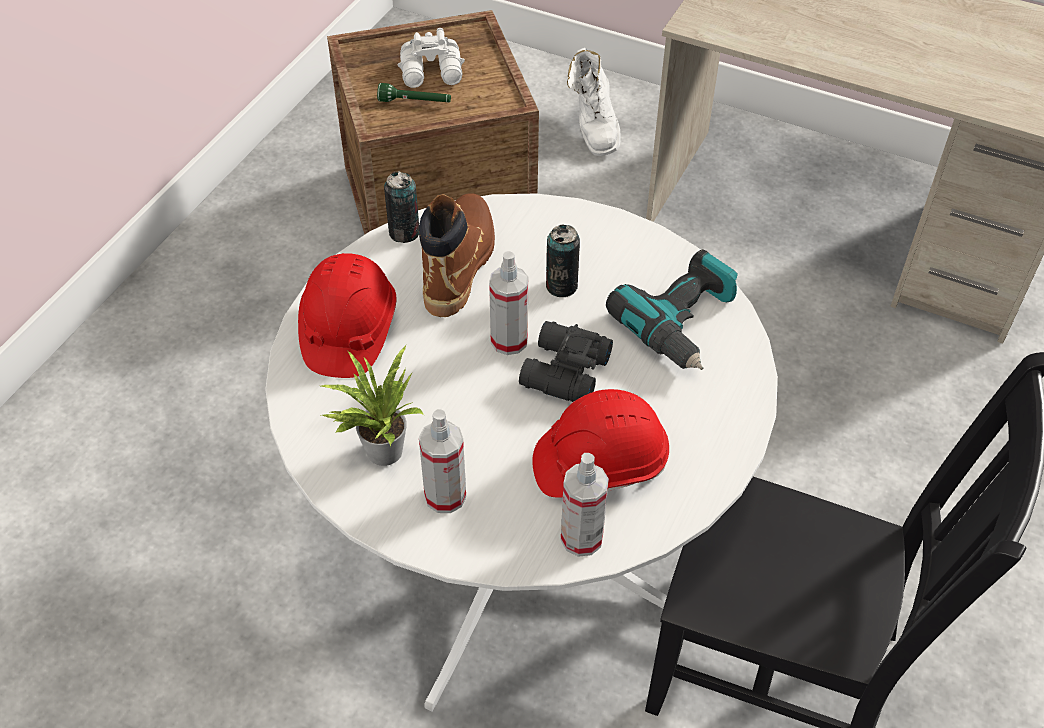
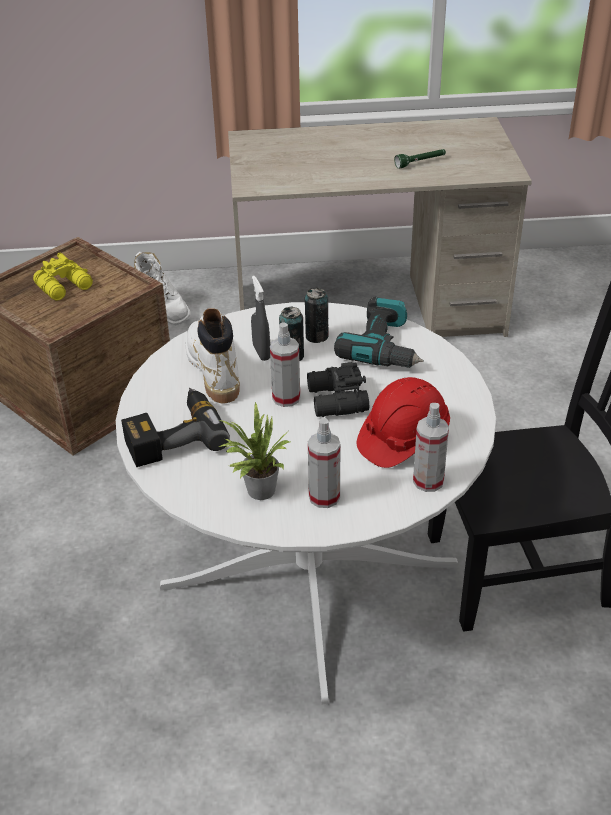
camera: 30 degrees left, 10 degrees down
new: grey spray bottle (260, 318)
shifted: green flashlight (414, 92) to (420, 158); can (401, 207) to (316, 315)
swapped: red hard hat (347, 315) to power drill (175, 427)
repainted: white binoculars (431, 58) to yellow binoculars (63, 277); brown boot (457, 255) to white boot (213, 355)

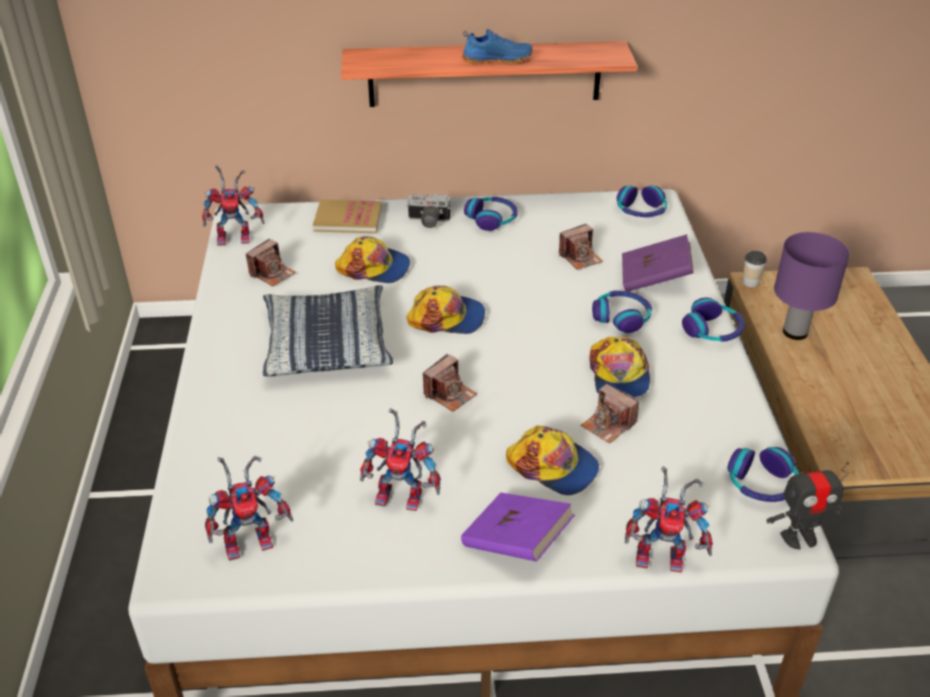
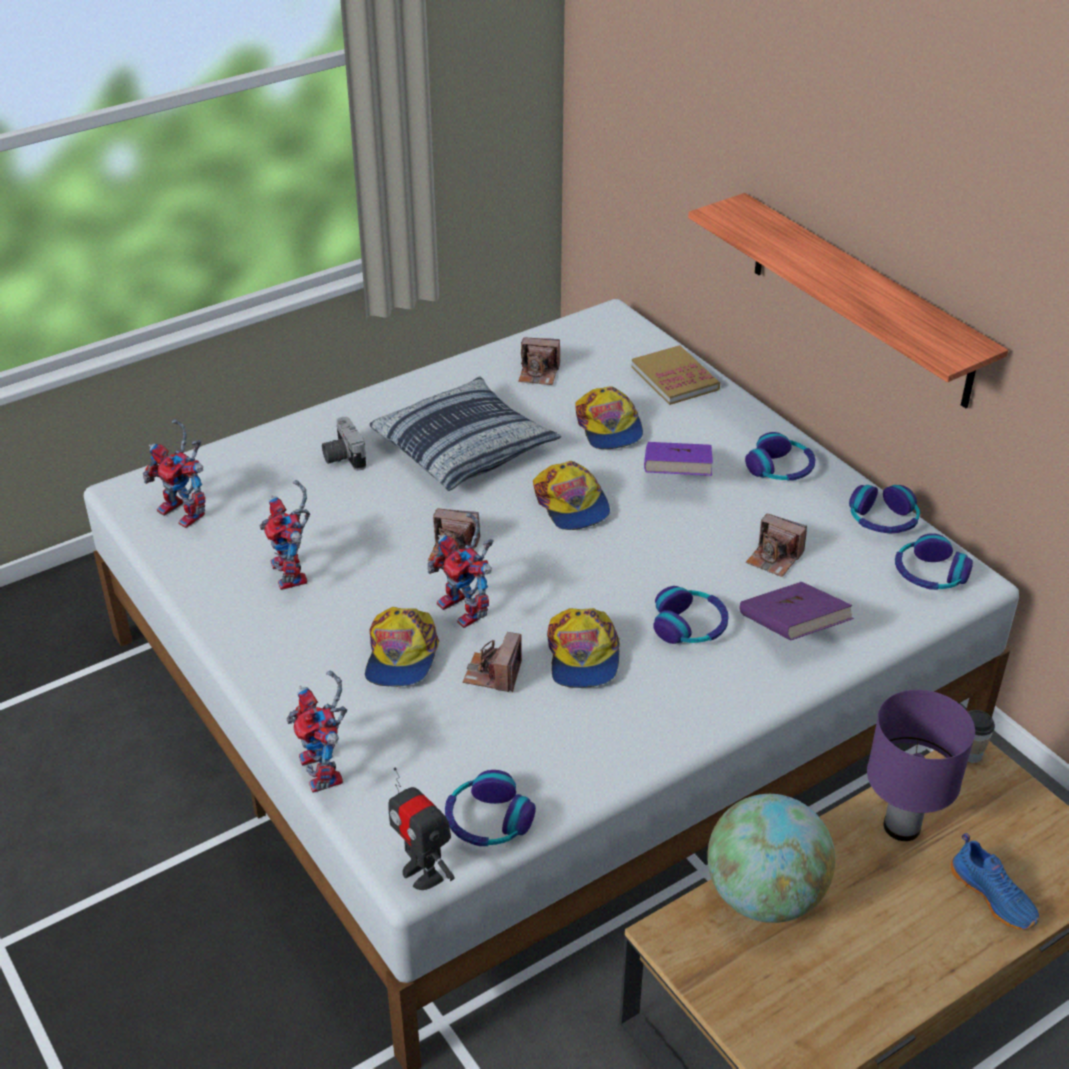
camera: 60 degrees right, 0 degrees up
new: globe (771, 858)
shifted: toy robot (233, 205) to (460, 570); photo camera (428, 211) to (344, 444); purple book (518, 527) to (678, 459); blue shoe (497, 46) to (994, 881); headphones (713, 320) to (884, 509)
rotated: cap (619, 367) = (583, 648) 60 degrees counterclockwise

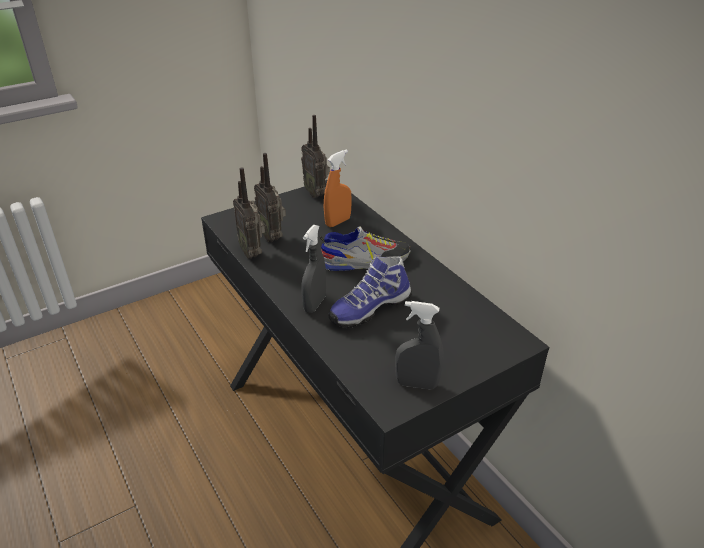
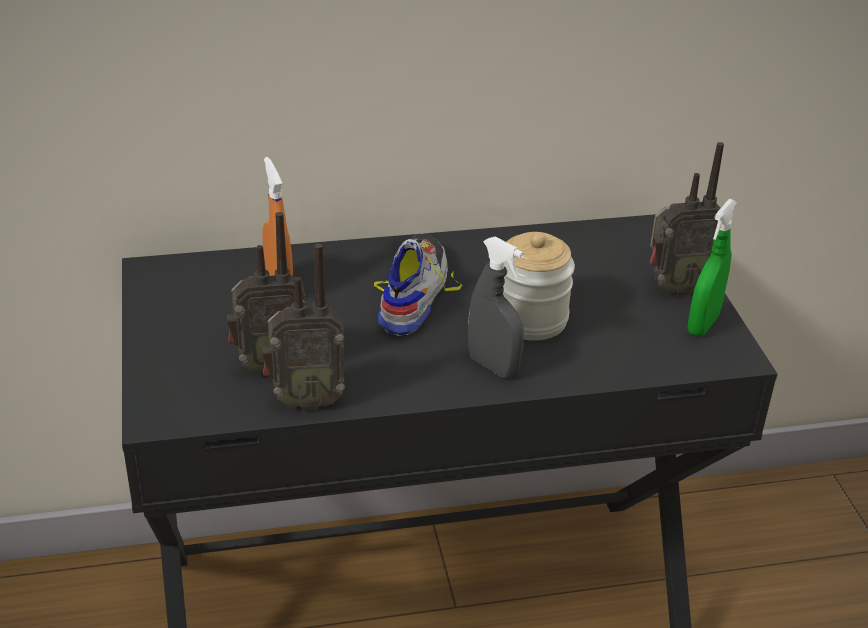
camera: 70 degrees left, 0 degrees up
shifted: radio (315, 156) to (687, 219)
swapped: shoe (370, 292) to jar (539, 286)
repainted: grey spray bottle (419, 345) to green spray bottle (712, 267)

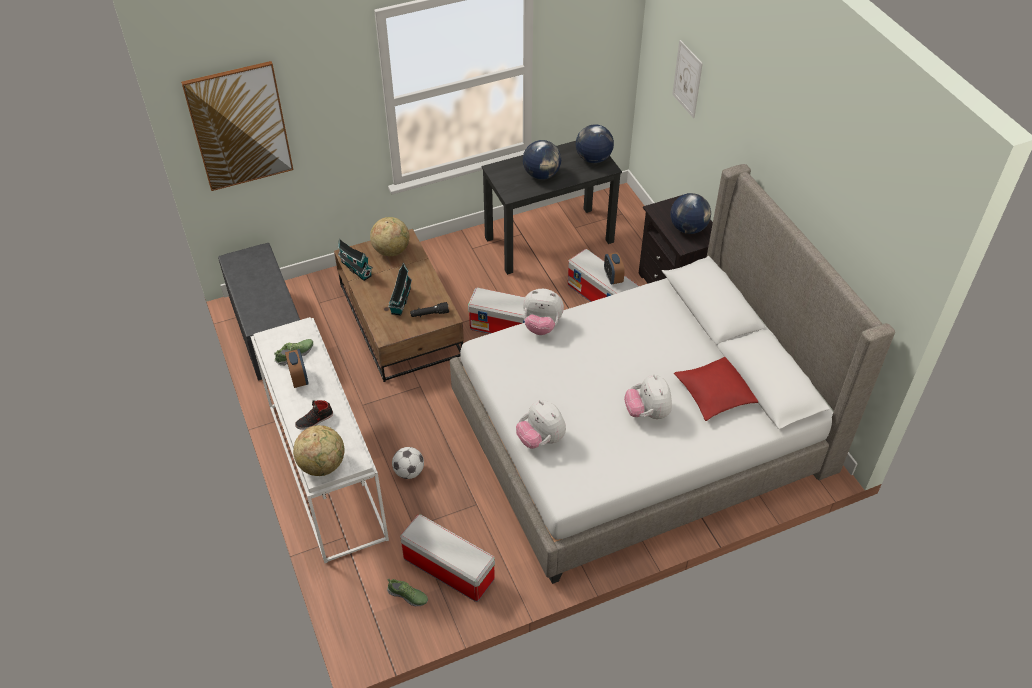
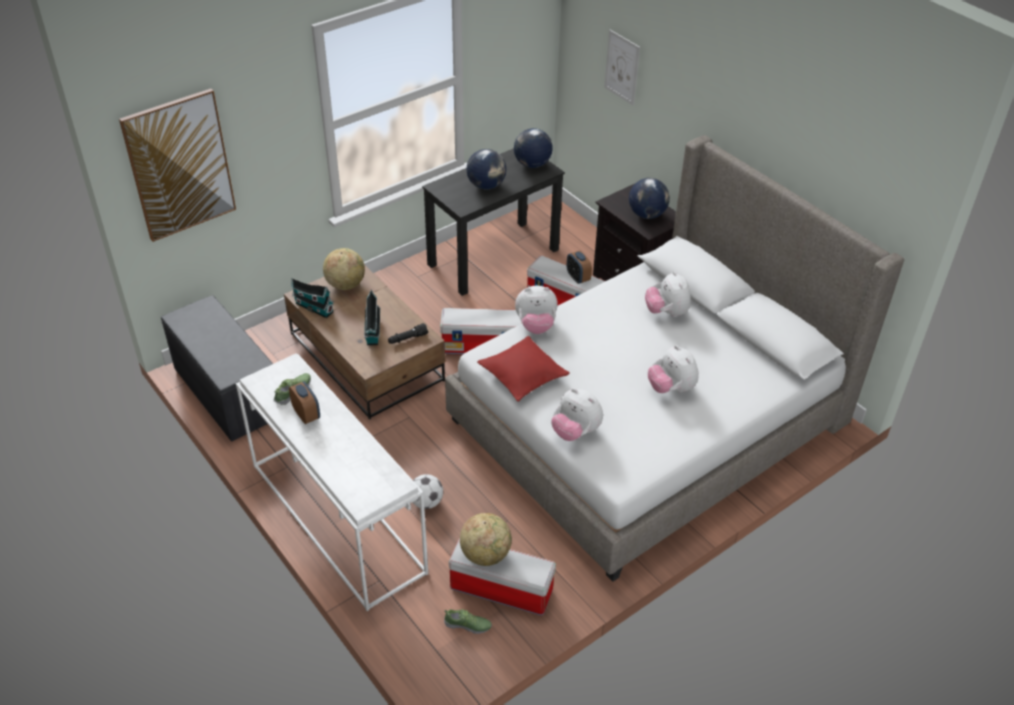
camera: 15 degrees left, 5 degrees down
gone: black shoe (314, 414)
new: plush toy (668, 294)
shifted: globe (319, 450) to (486, 539); red pillow (716, 389) to (523, 369)

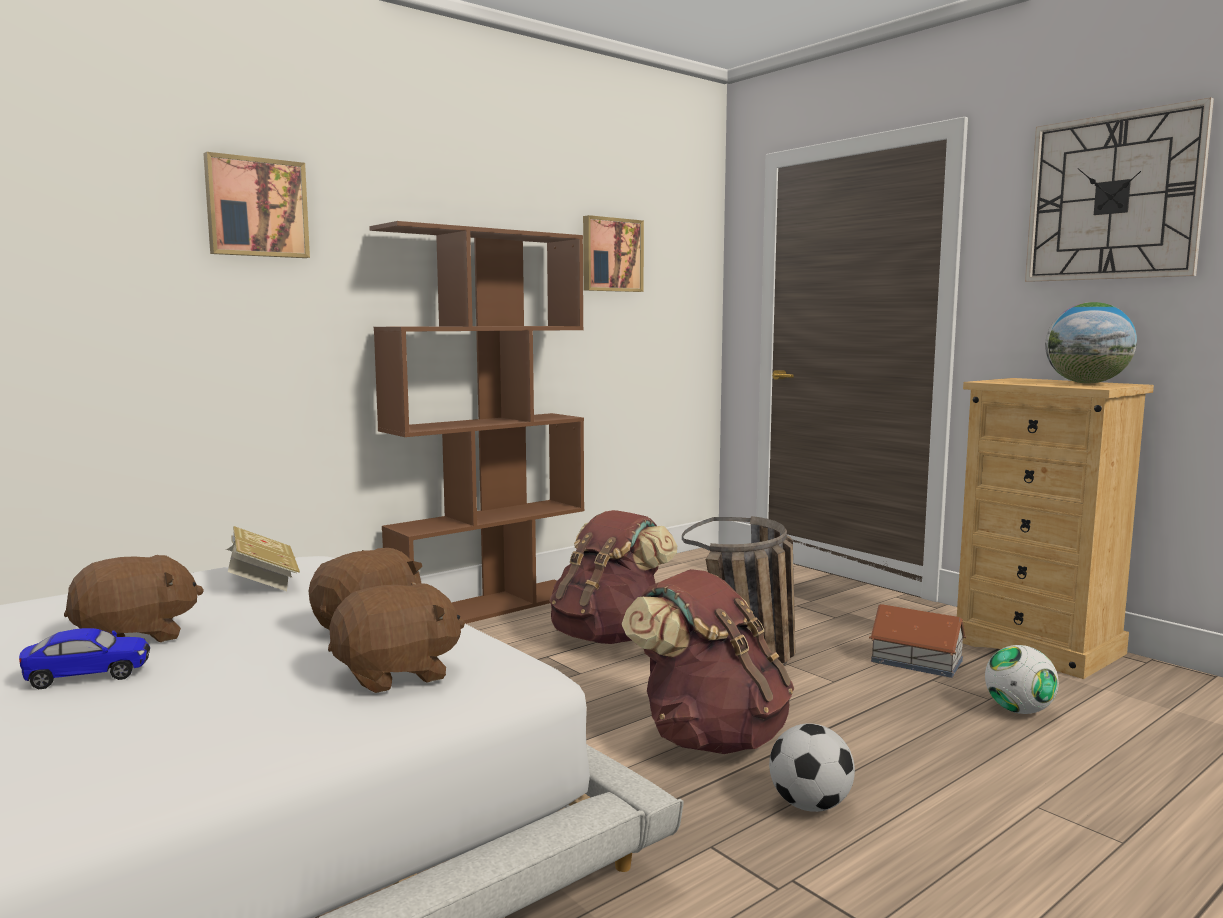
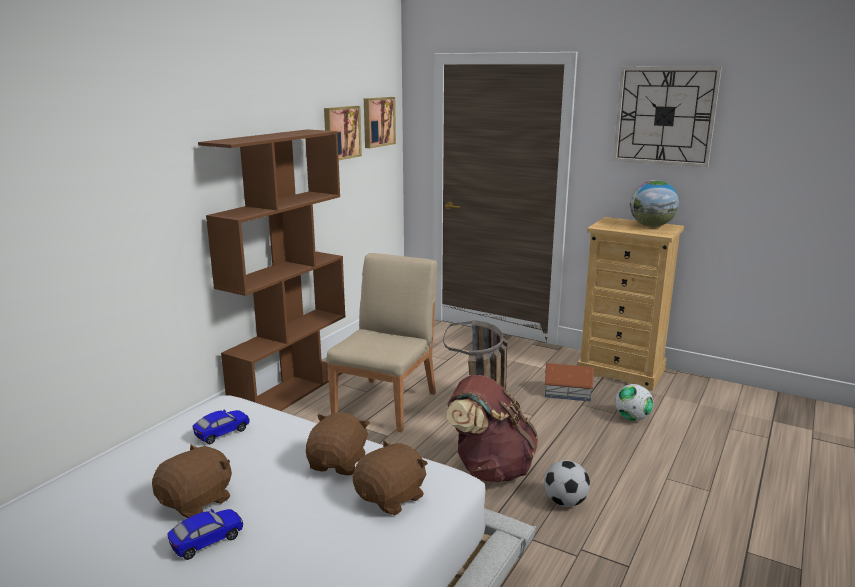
camera: 20 degrees left, 10 degrees up
shifted: picture (256, 205) to (380, 122)
swapped: book (263, 558) to toy car (221, 427); brown backpack (613, 577) to beige chair (382, 342)

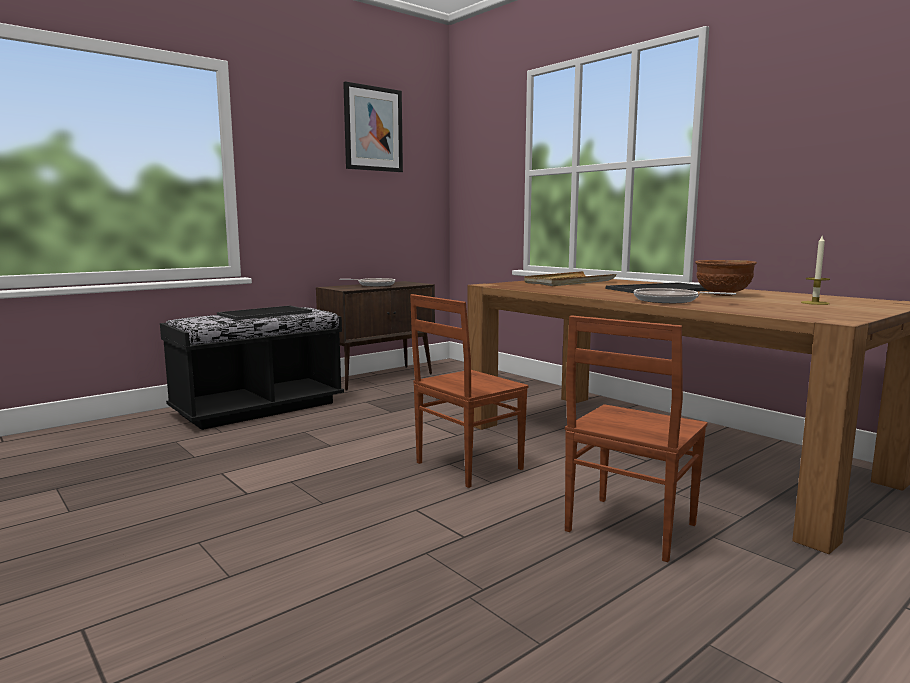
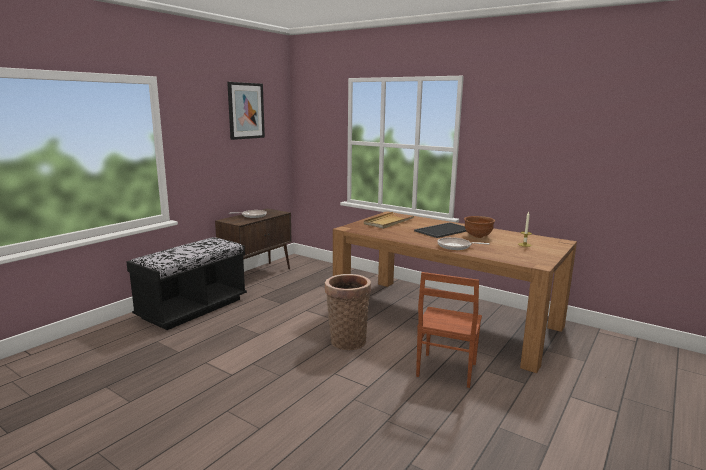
camera: 15 degrees left, 5 degrees up
gone: tray (264, 313)
swapped: brown chair (469, 391) to basket (348, 312)

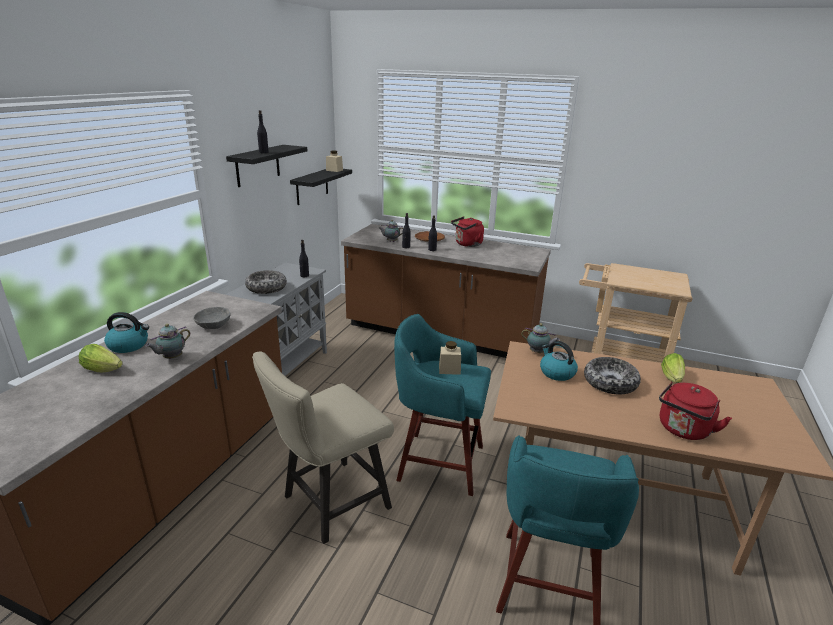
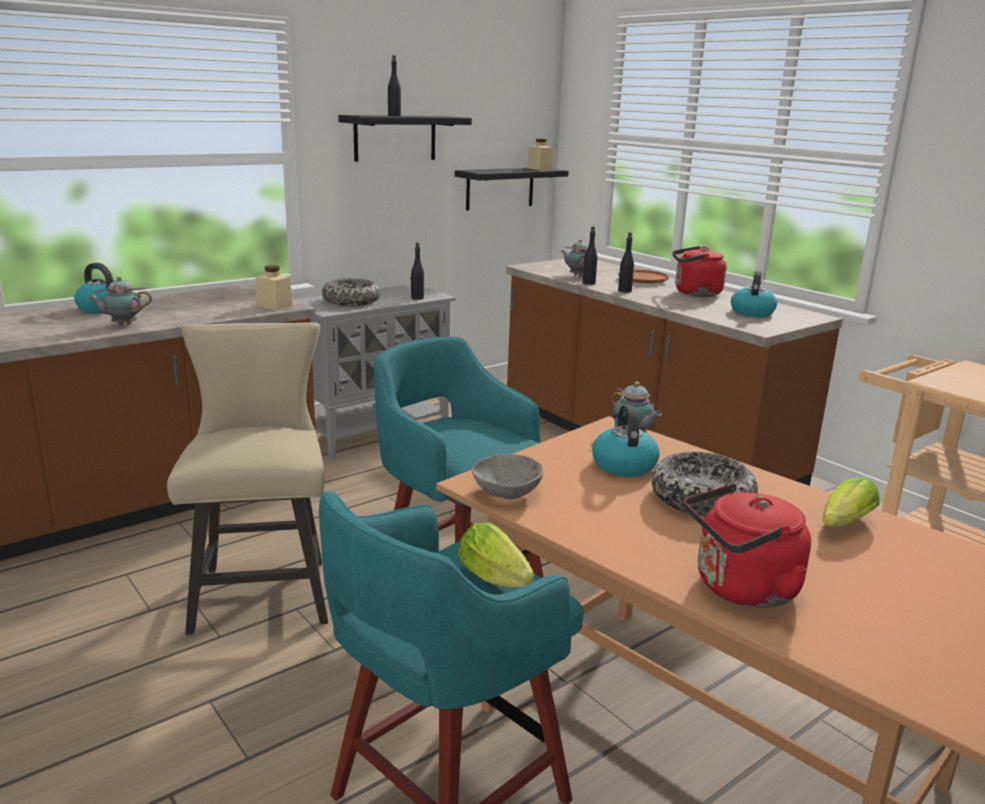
camera: 30 degrees right, 5 degrees down
new: kettle (754, 293)
shifted: lettuce (101, 358) to (496, 554); grey bowl (212, 318) to (507, 476); beige jar (450, 358) to (274, 287)
rotated: beige chair (323, 447) = (247, 478) 90 degrees clockwise

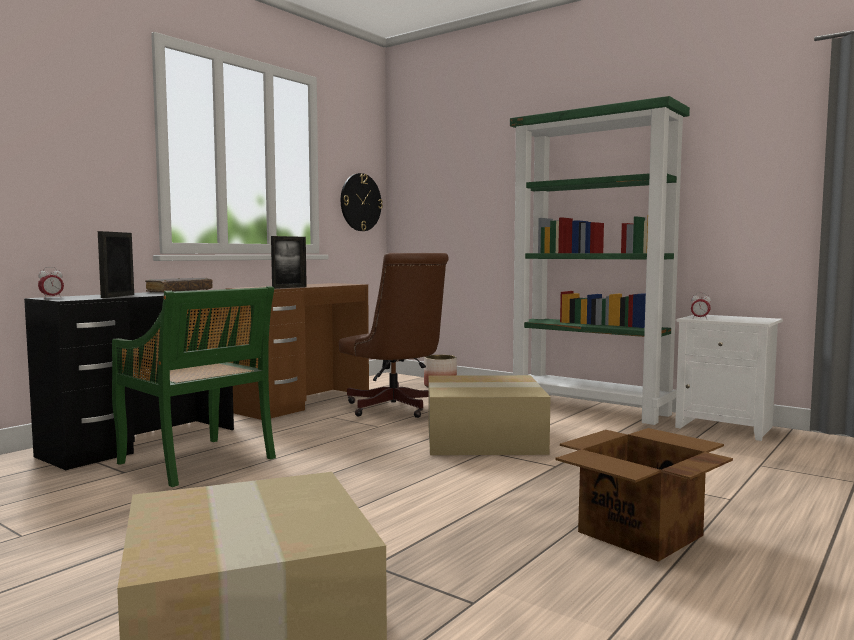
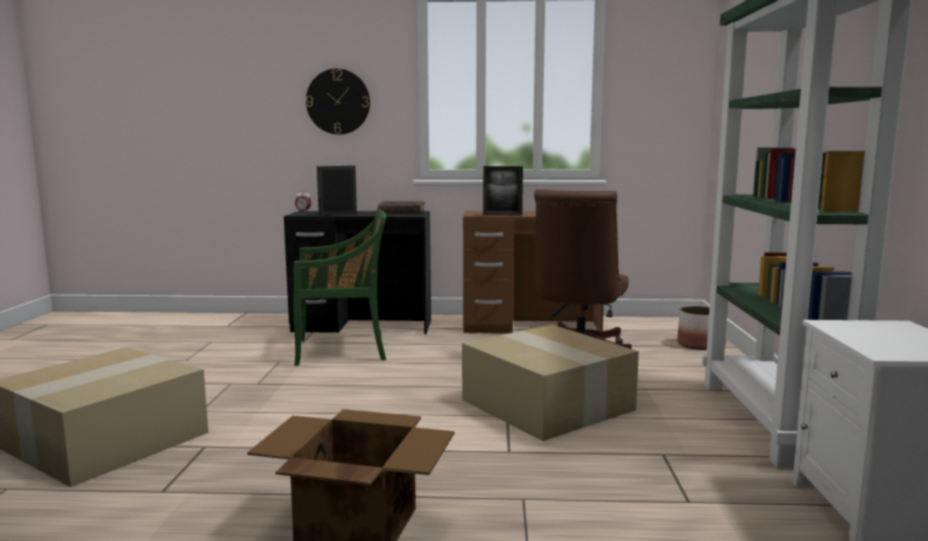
camera: 55 degrees right, 5 degrees up
gone: alarm clock (701, 306)
shifted: wall clock (362, 202) to (338, 102)
rotated: green chair (194, 386) = (339, 286) 105 degrees counterclockwise

